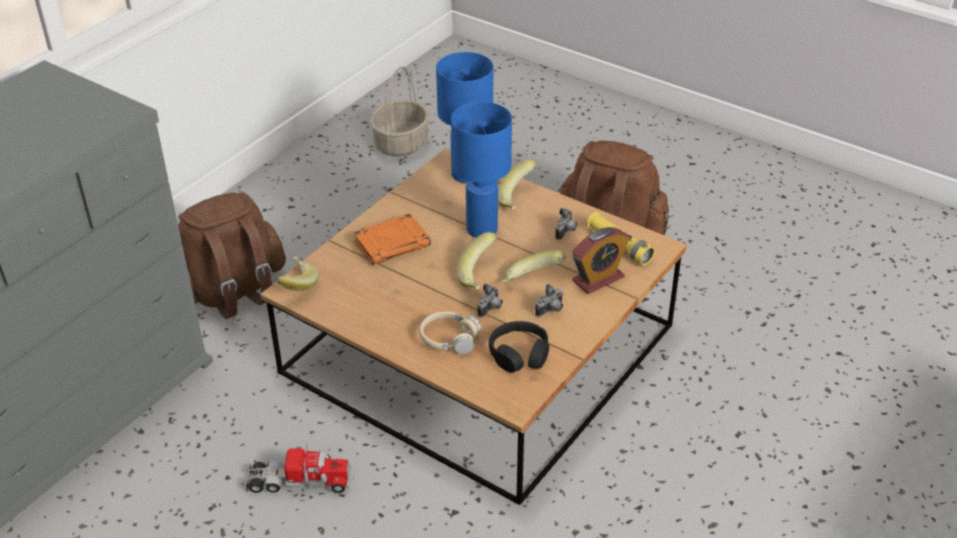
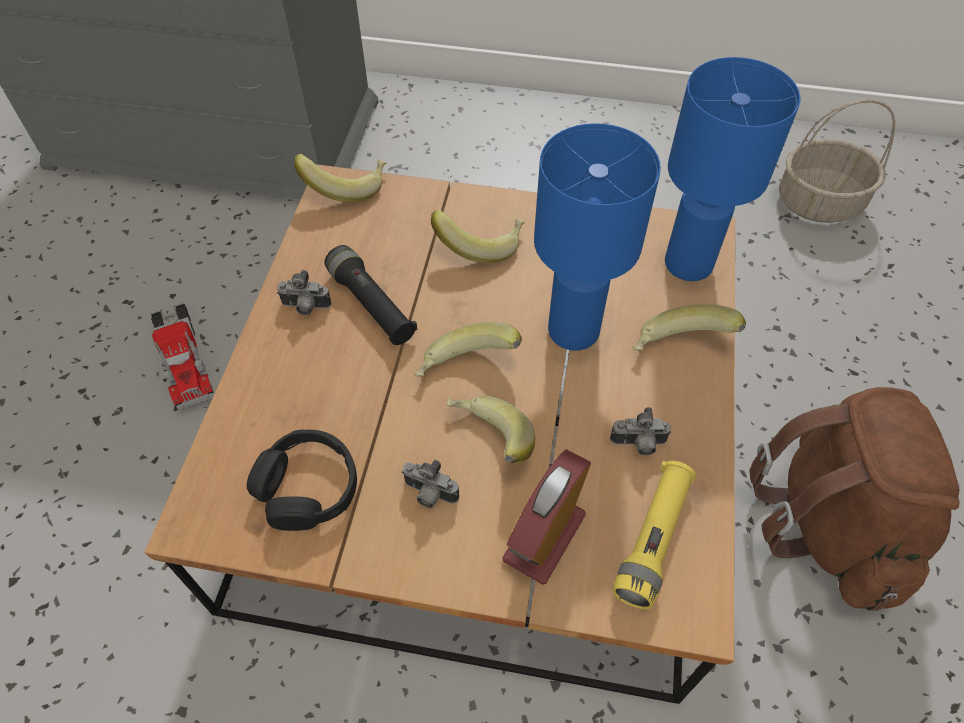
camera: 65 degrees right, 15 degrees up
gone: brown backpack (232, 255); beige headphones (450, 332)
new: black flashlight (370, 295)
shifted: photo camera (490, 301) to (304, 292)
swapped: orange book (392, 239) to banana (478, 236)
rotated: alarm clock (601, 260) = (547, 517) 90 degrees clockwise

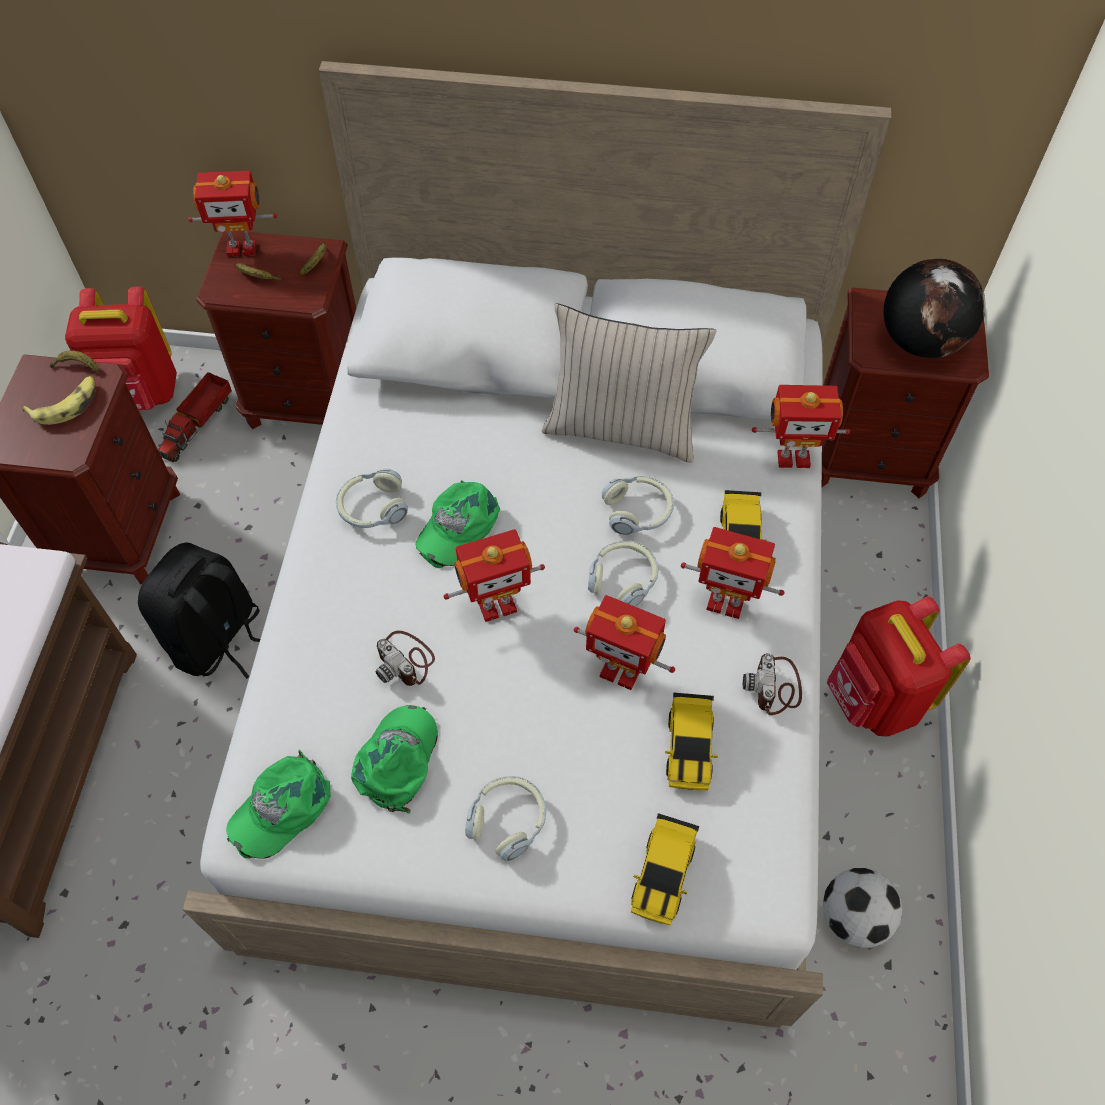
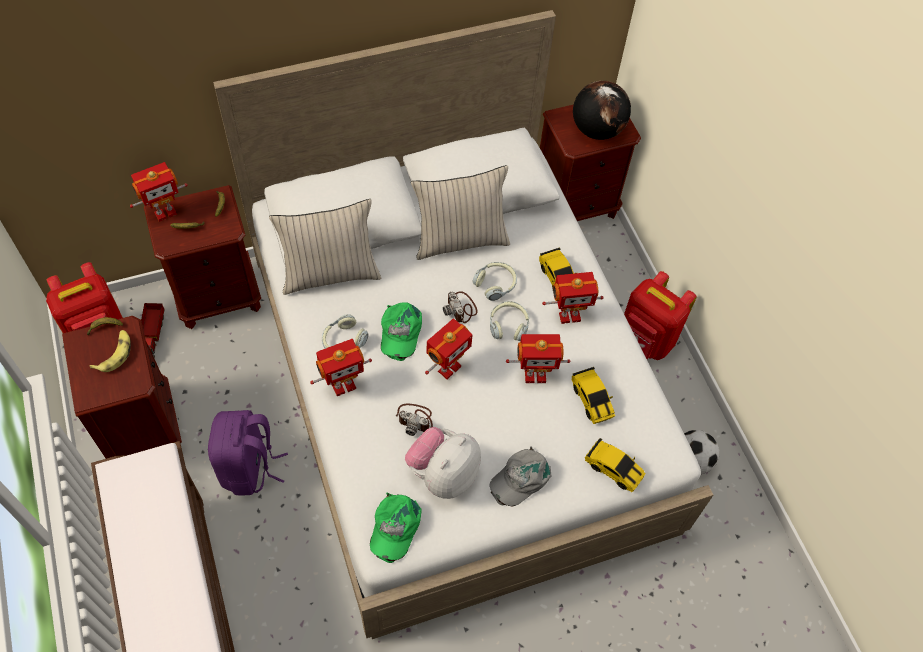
camera: 30 degrees left, 0 degrees up
new: beige pillow (325, 247)
shifted: photo camera (772, 684) to (460, 307); toy robot (801, 426) to (341, 367)
swapped: green cap (394, 759) to plush toy (443, 463); headphones (505, 818) to grey cap (520, 476)
repainted: black backpack (199, 610) to purple backpack (248, 453)
rotated: toy car (665, 869) = (615, 465) 45 degrees counterclockwise

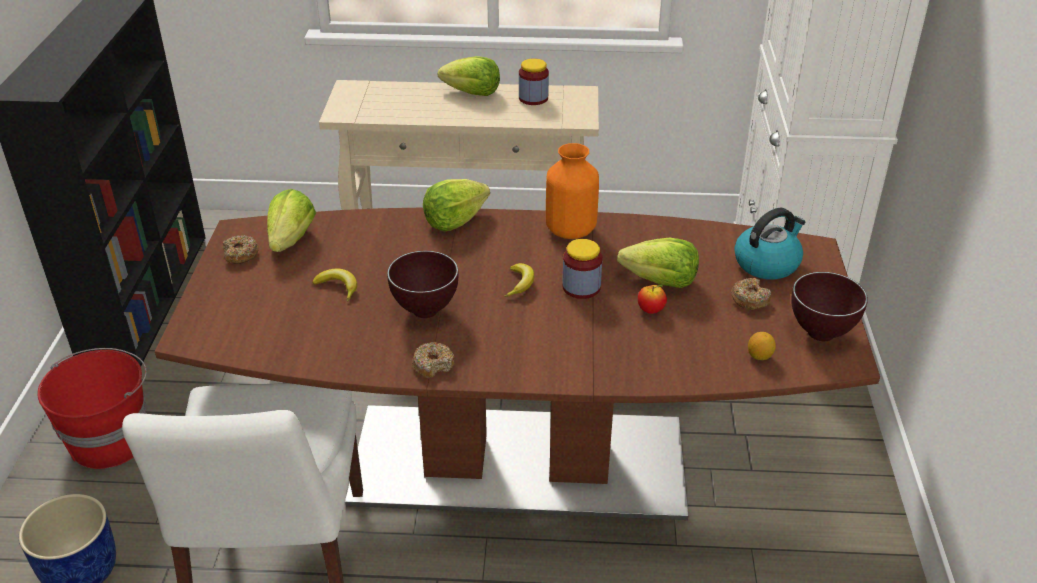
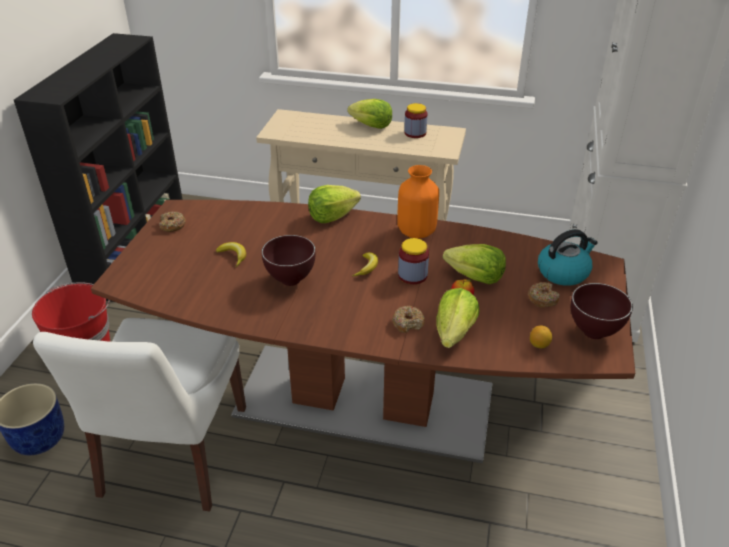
camera: 10 degrees right, 0 degrees up
shifted: lettuce (291, 220) to (457, 318); donut (433, 360) to (408, 319)

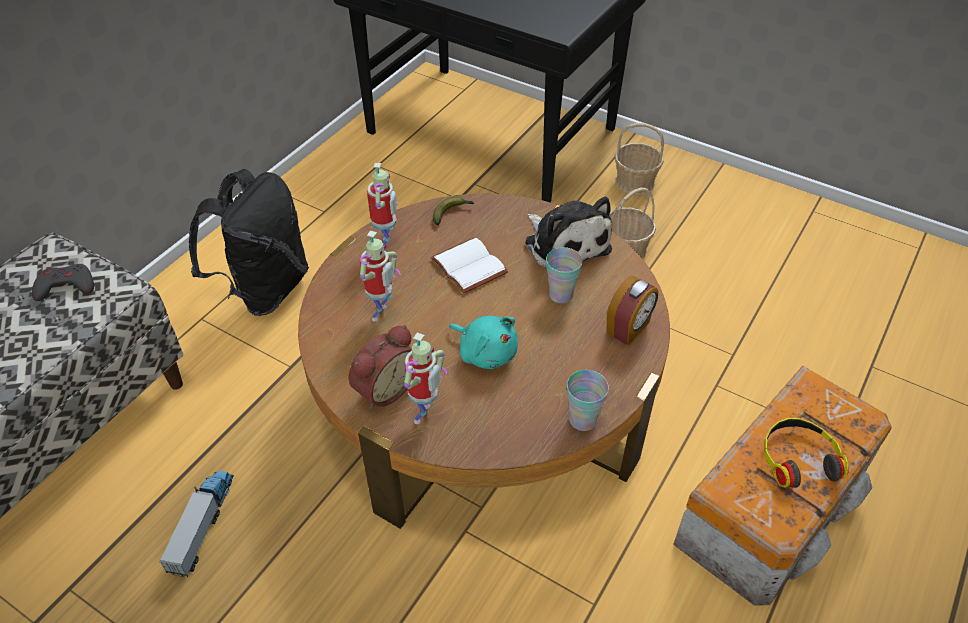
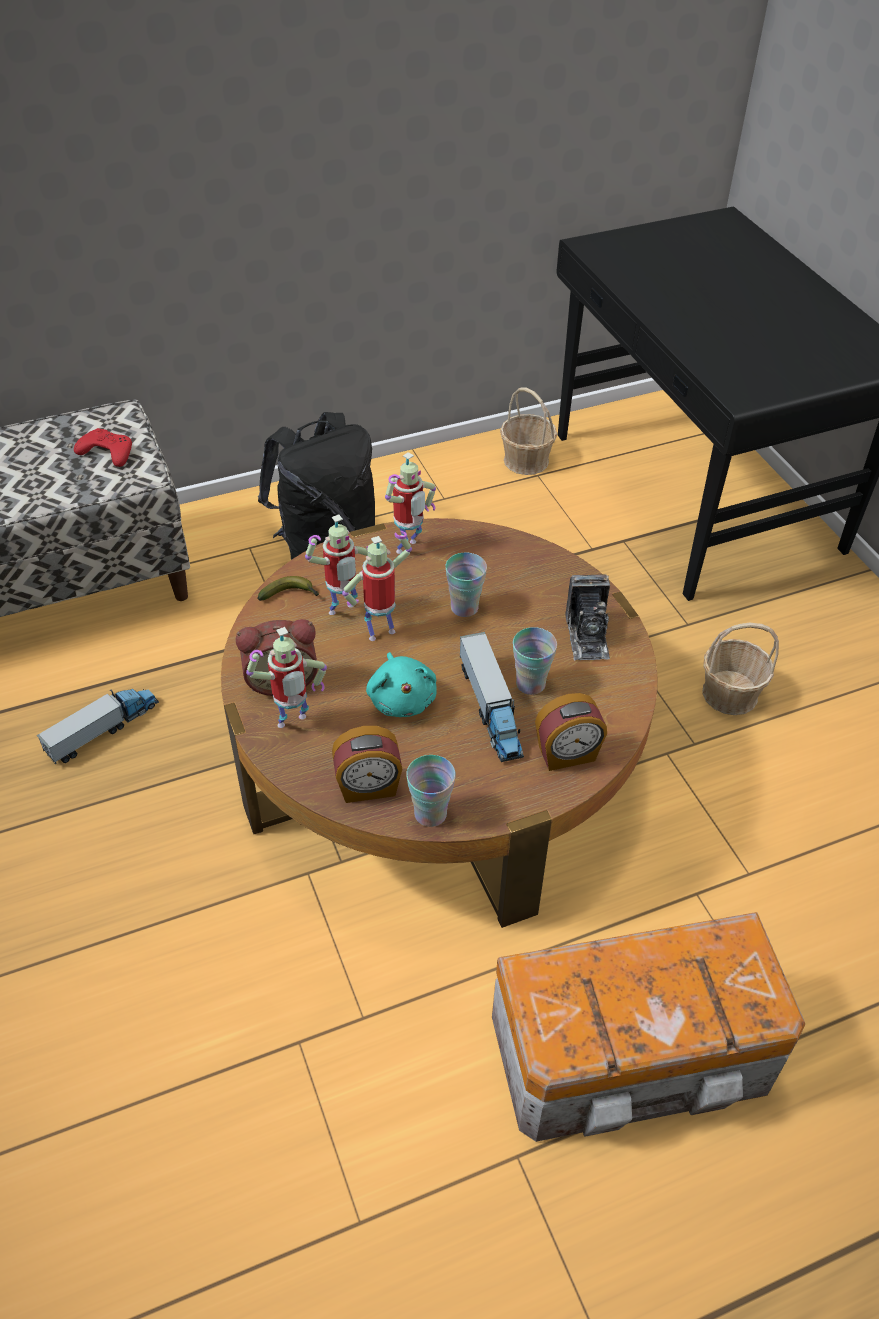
camera: 35 degrees right, 0 degrees up
gone: headphones (806, 453)
new: alarm clock (367, 764); toy robot (377, 586); toy truck (492, 697)
shifted: banana (453, 210) to (288, 588); basket (639, 159) to (528, 431)
swapped: white book (469, 265) to cup (466, 585); plush toy (568, 233) to photo camera (587, 617)
repainted: grey game controller (63, 282) to red game controller (103, 447)

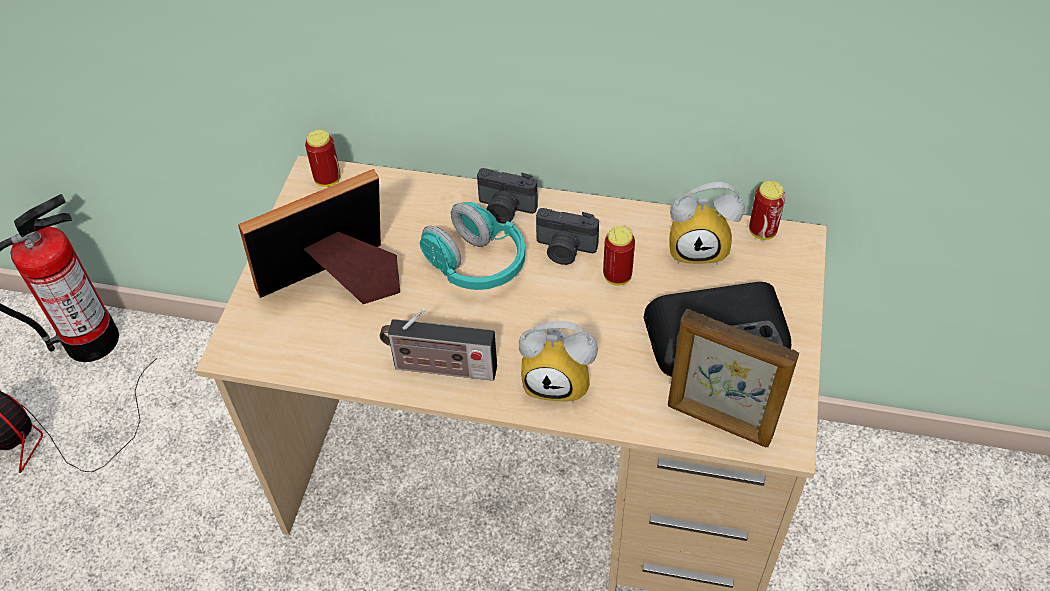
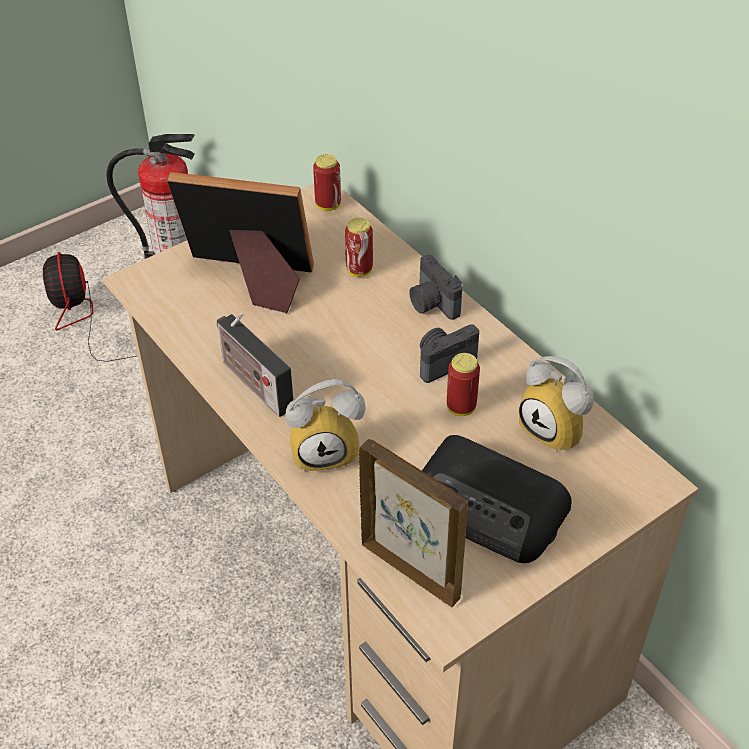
camera: 40 degrees right, 5 degrees down
gone: turquoise headphones (472, 246)
shifted: can (767, 210) to (359, 247)
rotated: alarm clock (558, 362) = (326, 425) 60 degrees counterclockwise; photo camera (567, 236) = (449, 353) 90 degrees clockwise; picture frame (733, 378) = (413, 523) 150 degrees clockwise

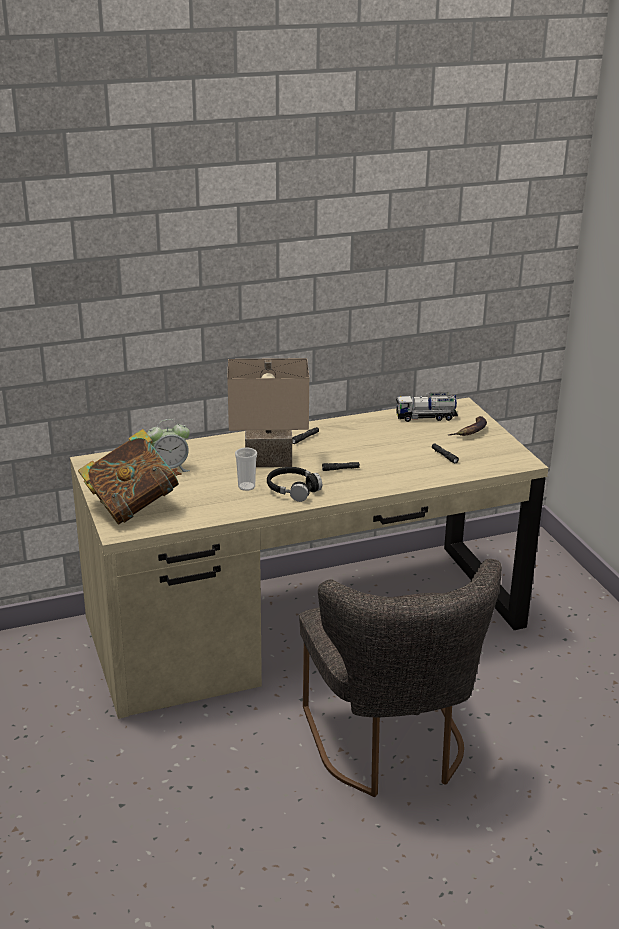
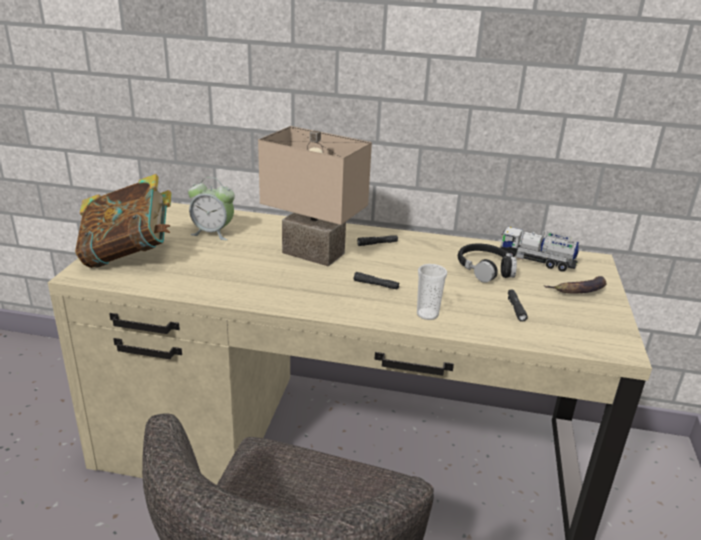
camera: 30 degrees right, 0 degrees up
shifted: cup (246, 469) to (432, 292); black headphones (294, 484) to (487, 263)

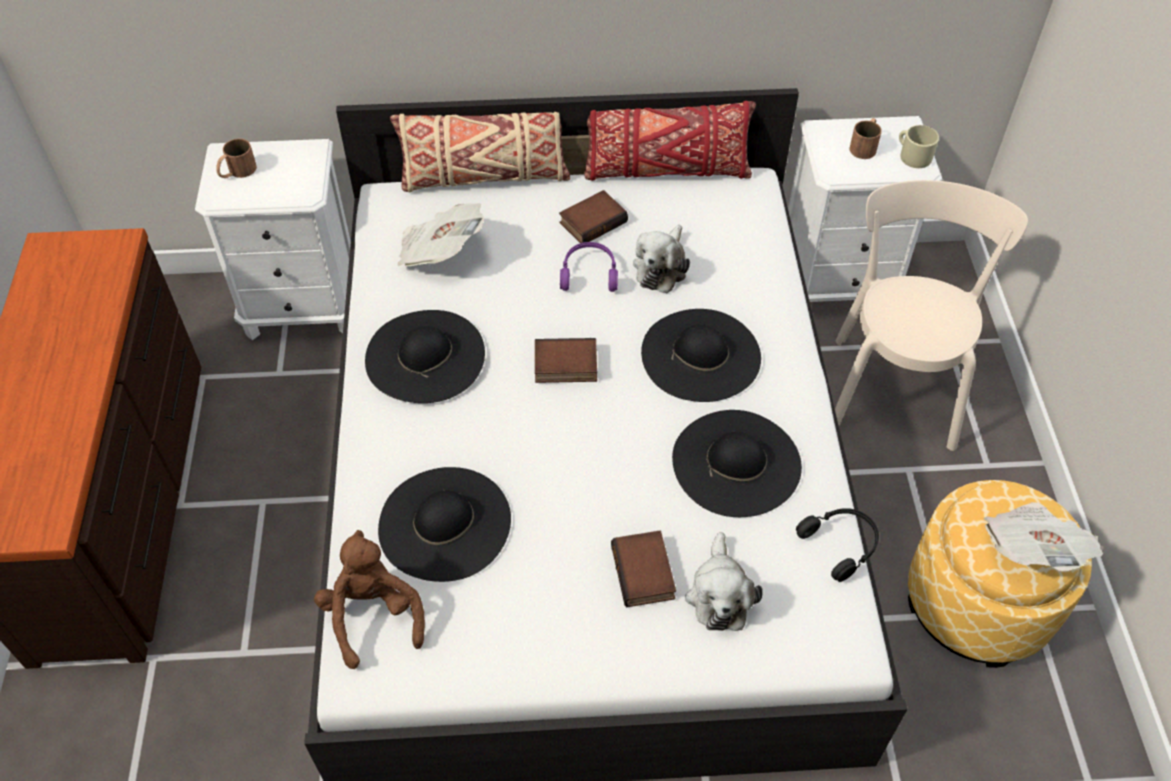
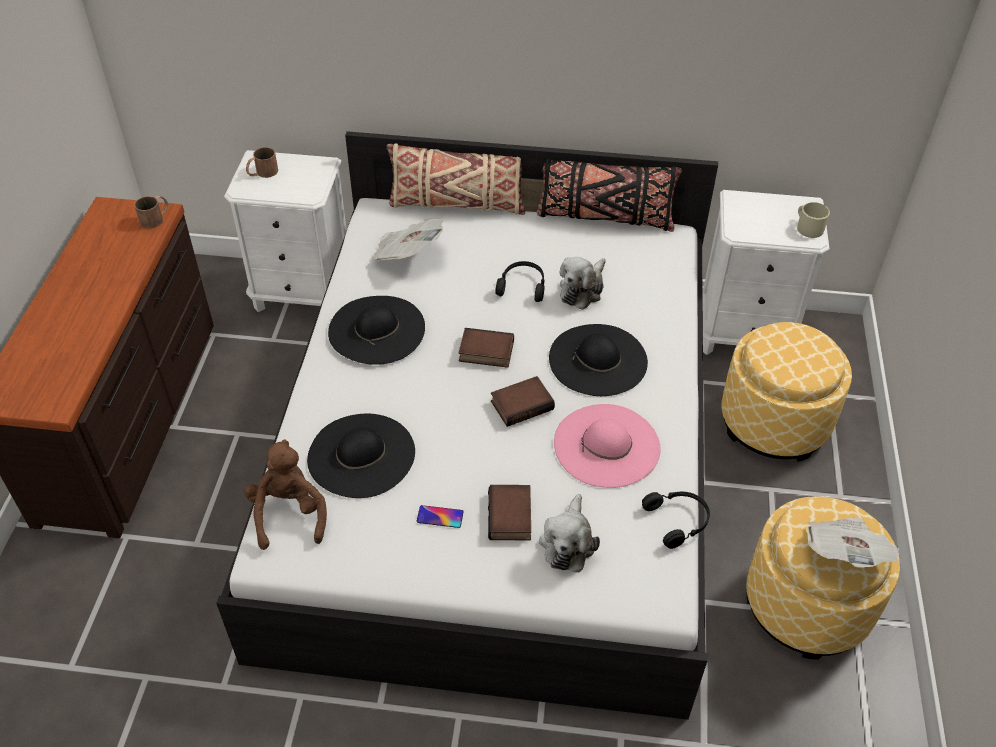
camera: 10 degrees right, 5 degrees down
new: phone (440, 516)
shifted: book (593, 216) to (523, 401); brown mug (866, 138) to (151, 212)
swapped: beige chair (931, 315) to ottoman (787, 392)
repainted: purple headphones (589, 267) to black headphones (520, 281); red pillow (670, 141) to black pillow (609, 195); black hat (737, 463) to pink hat (607, 446)

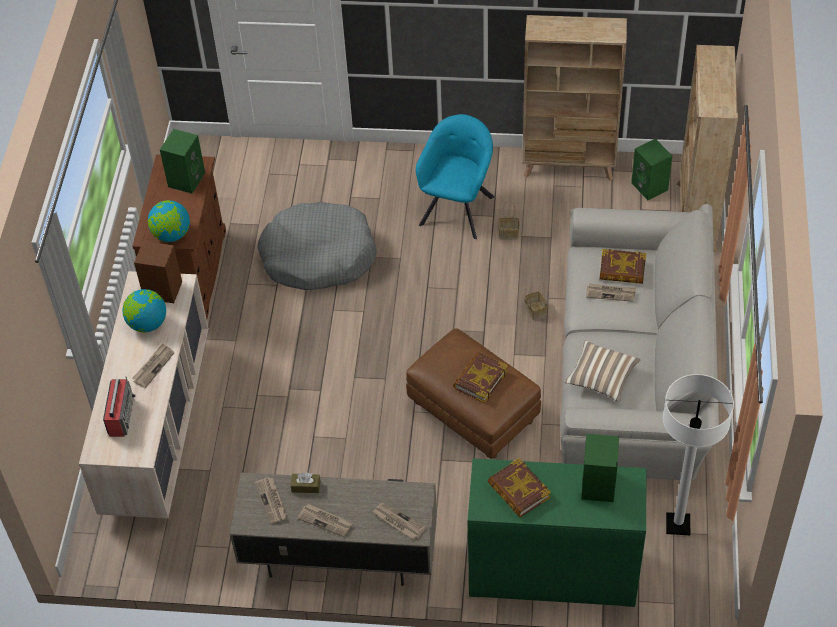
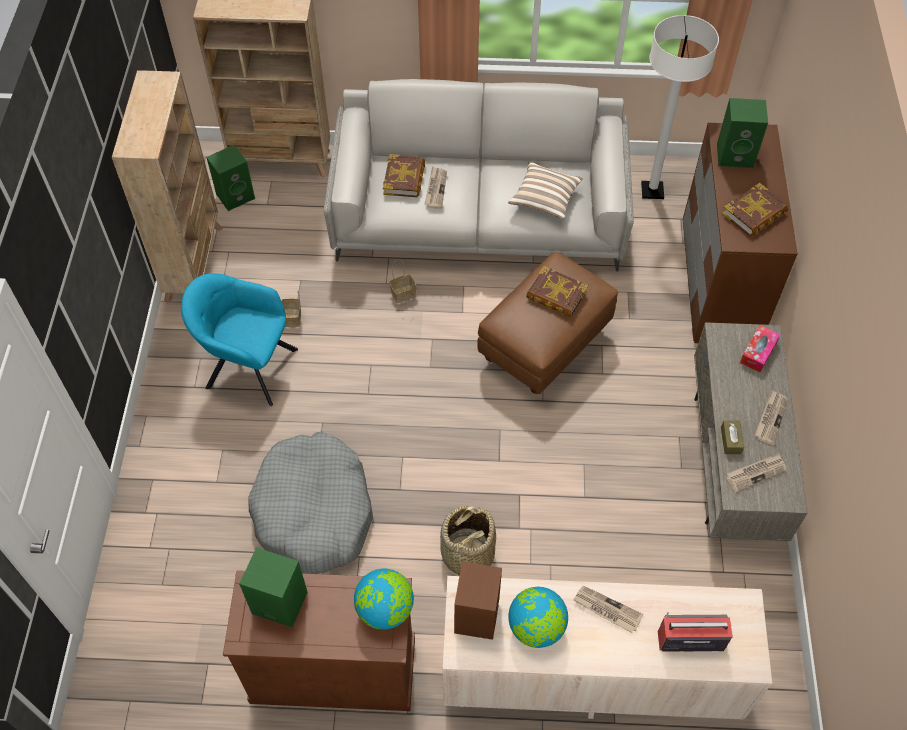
camera: 95 degrees left, 5 degrees up
new: basket (468, 541)
swapped: newspaper (399, 521) to tissue box (760, 348)
repainted: green dresser (556, 532) to brown dresser (740, 233)

